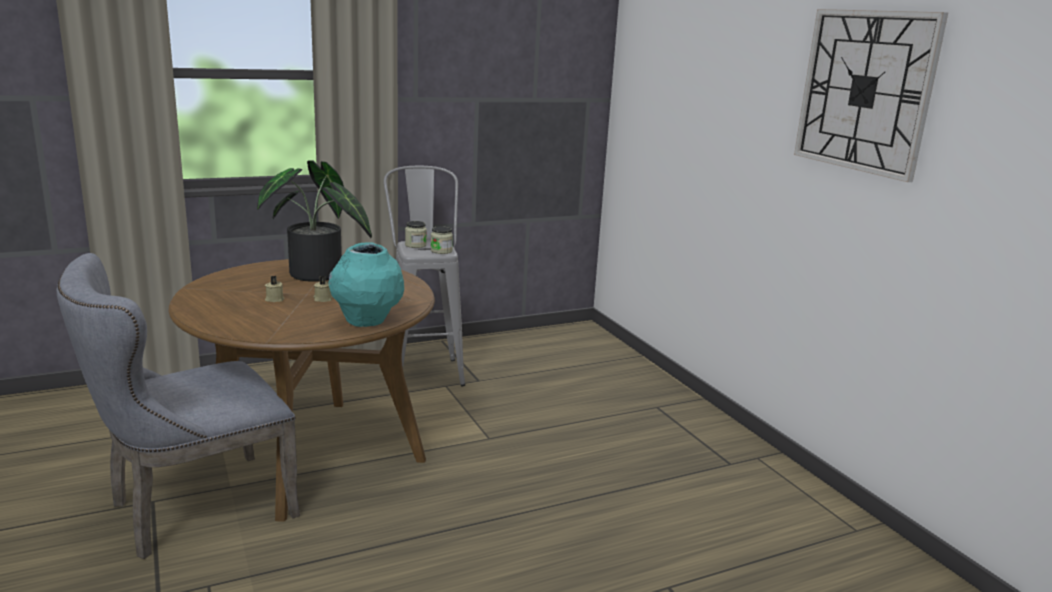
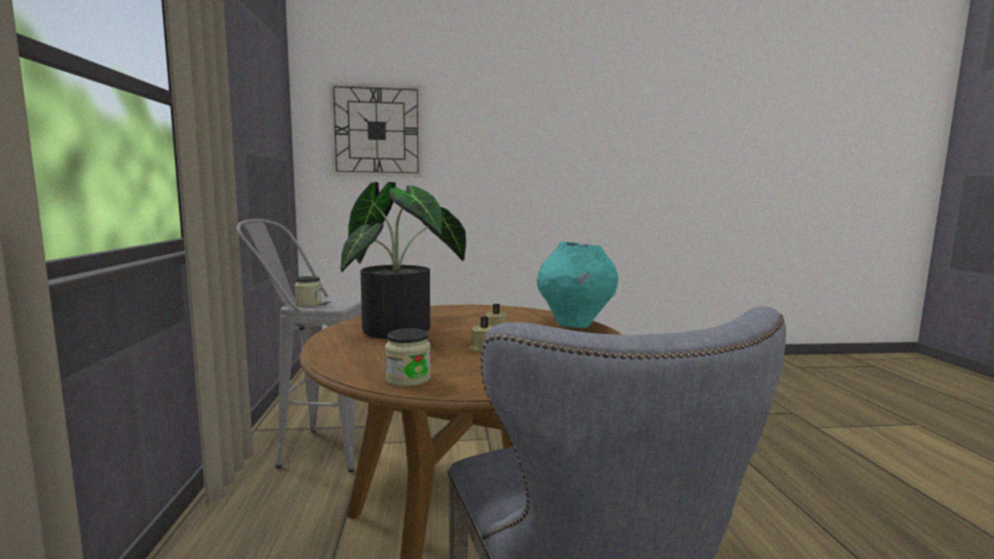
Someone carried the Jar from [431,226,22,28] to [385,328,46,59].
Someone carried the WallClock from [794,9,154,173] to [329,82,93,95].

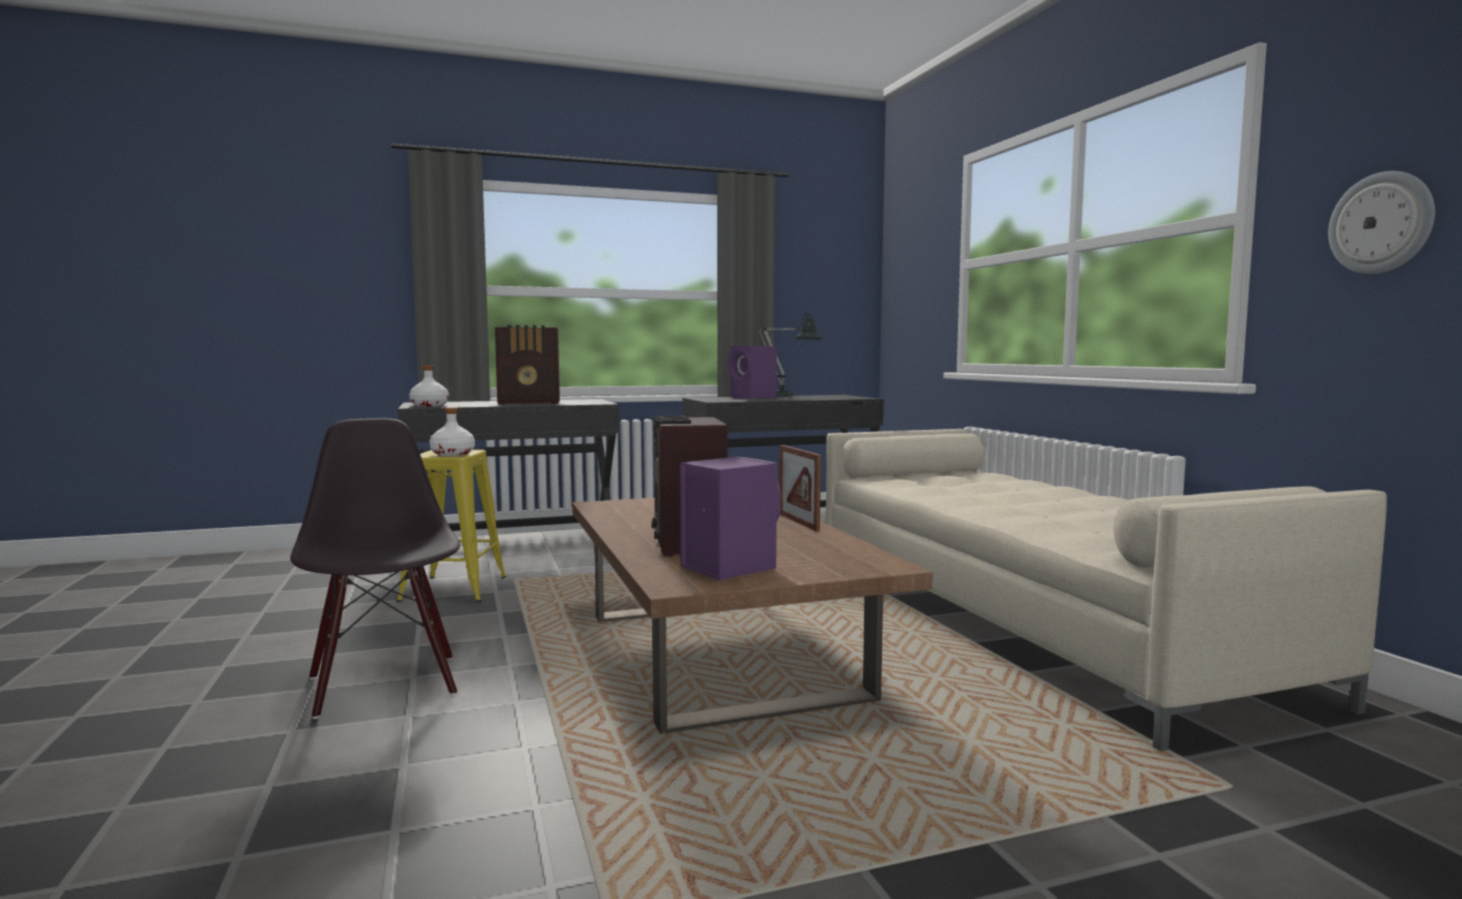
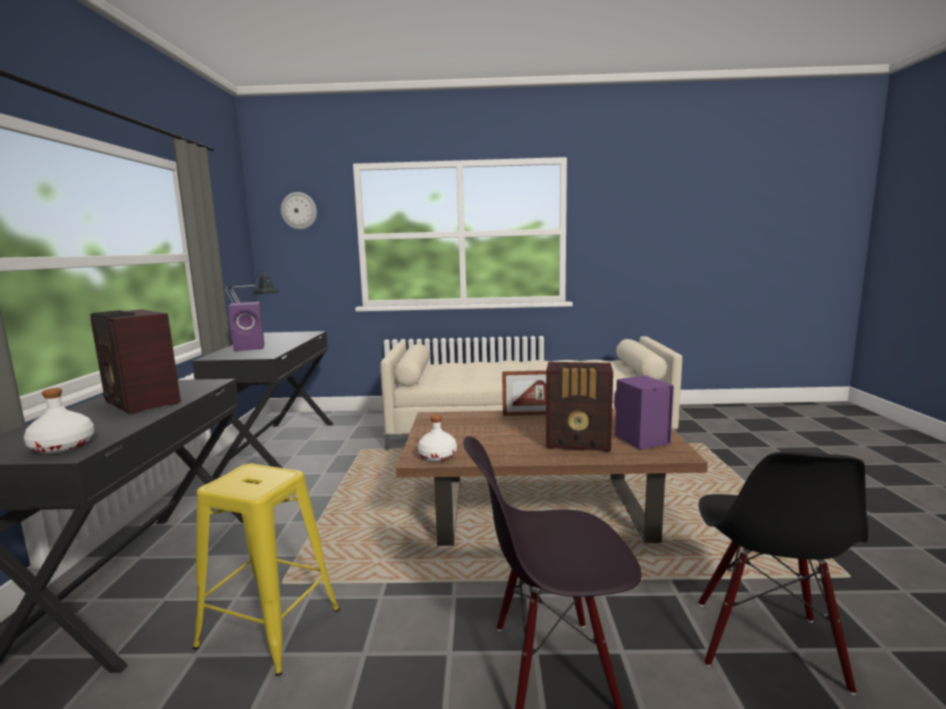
Someone put down the BlackChair at [698,451,170,244].
Someone carried the WhiteBottle from [429,407,46,49] to [418,415,39,47].
Someone carried the WallClock from [1328,171,107,103] to [281,192,36,38].
Someone rotated the Radio at [495,325,65,79] by 120 degrees clockwise.

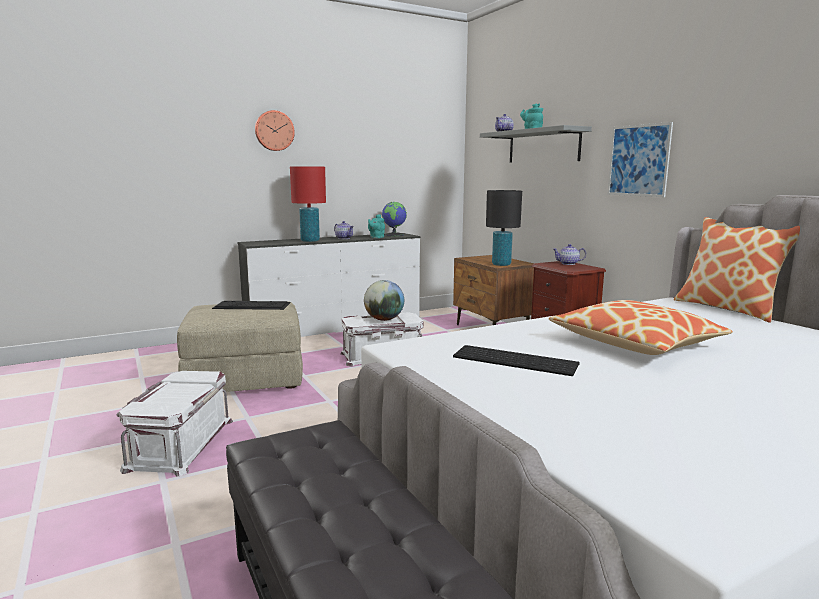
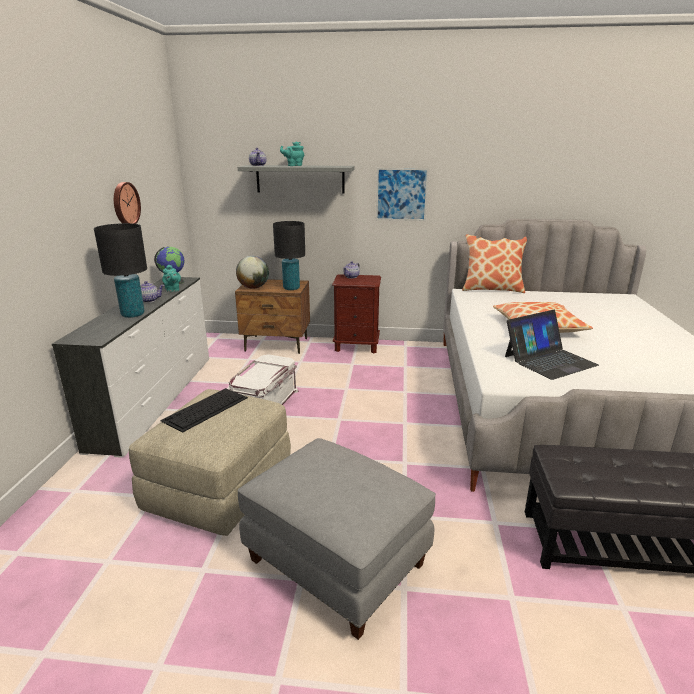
Someone carried the WallClock from [255,110,40,41] to [114,182,27,42].
Someone carried the Globe from [364,280,40,41] to [236,256,33,33].
Someone swapped the WhiteStorageBox at [117,371,116,106] for the GreyOttoman at [237,438,199,202].
Someone swapped the Keyboard at [453,345,127,31] for the Laptop at [505,310,94,70].
Someone repainted the RedTableLamp at [290,166,36,76], which became the BlackTableLamp at [94,223,53,95].

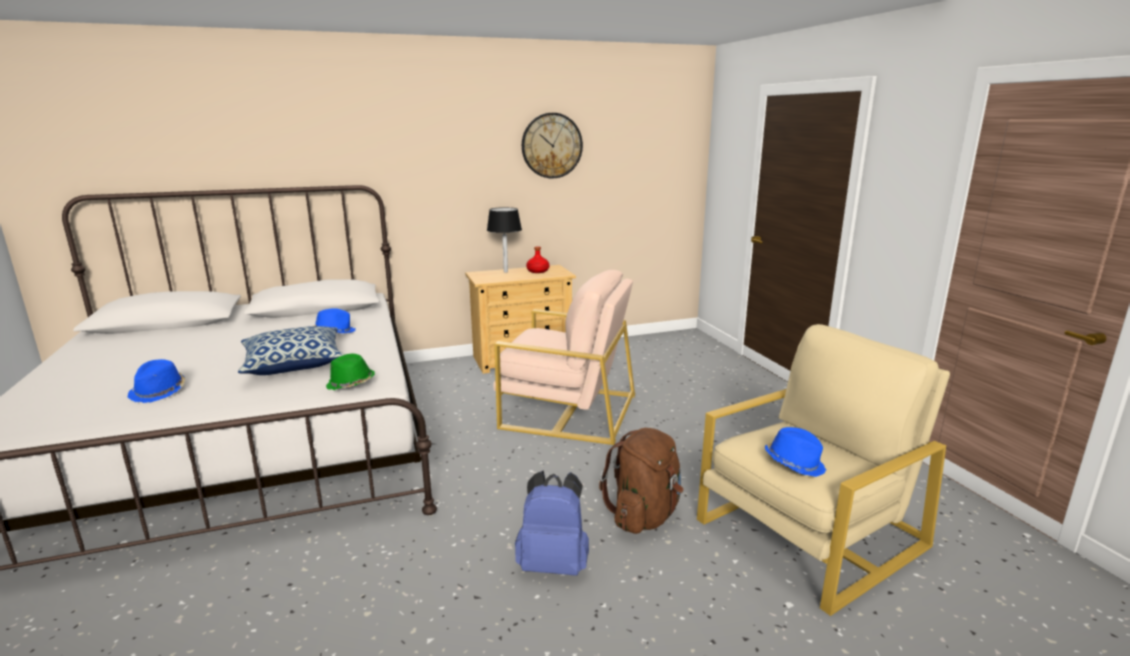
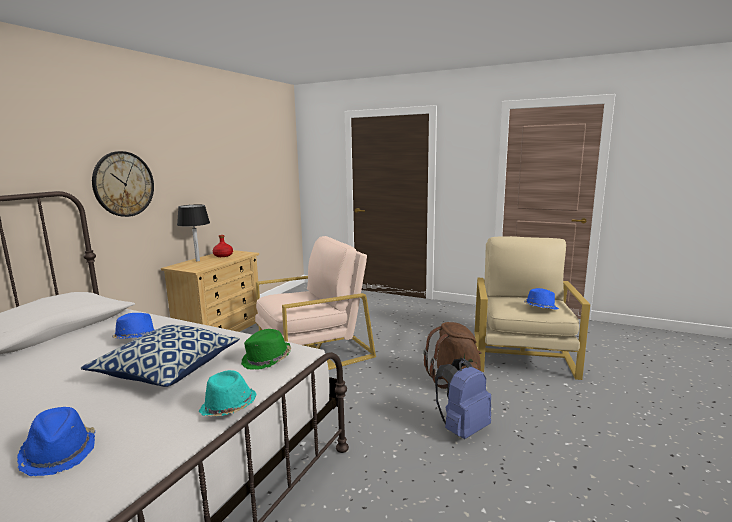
Someone put down the TurquoiseHat at [198,370,59,46].
Someone carried the WallClock from [522,113,61,65] to [92,151,62,66].

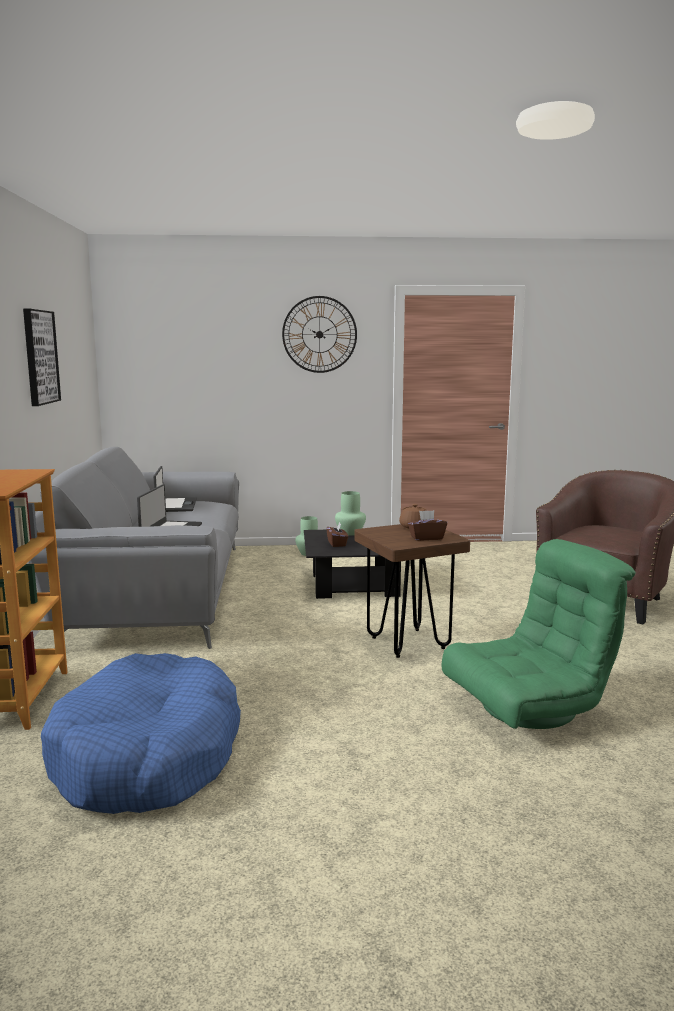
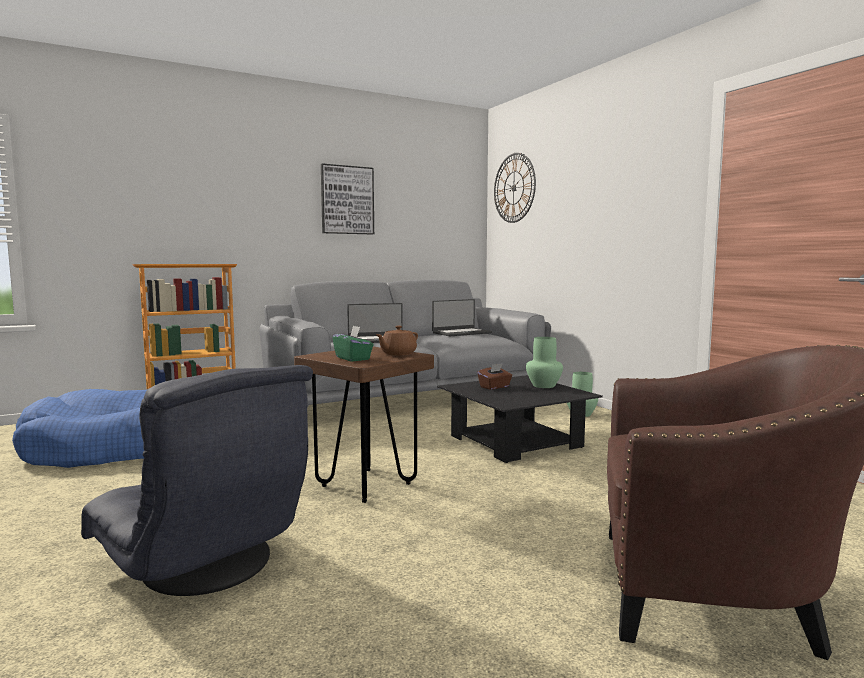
Someone carried the WallClock from [282,296,75,77] to [494,153,42,70].
Someone repainted the BrownTissueBox at [408,510,39,31], which became the GreenTissueBox at [332,325,42,36].
Someone repainted the GreenArmchair at [442,539,194,190], which became the GreyArmchair at [81,365,232,231].

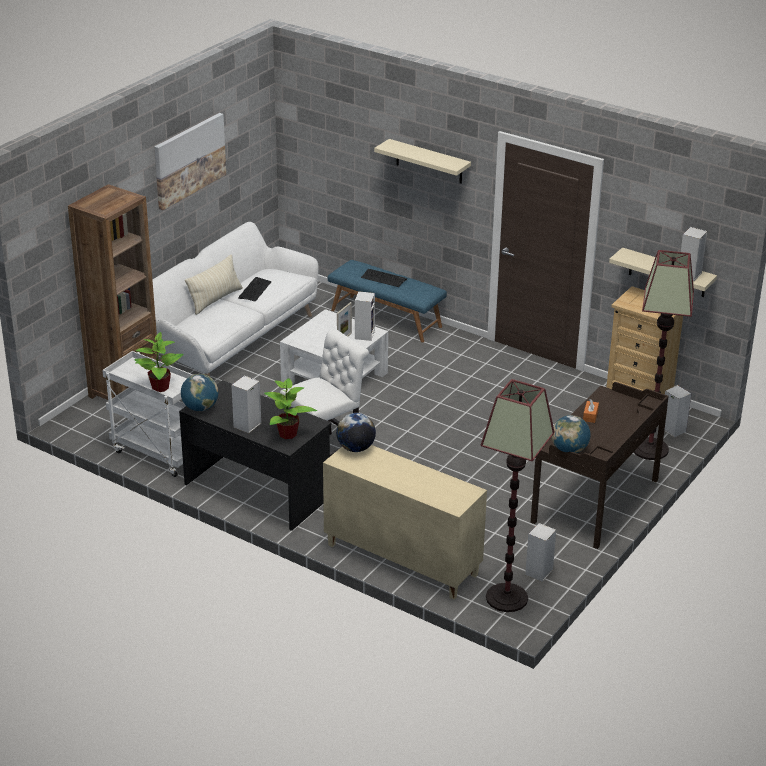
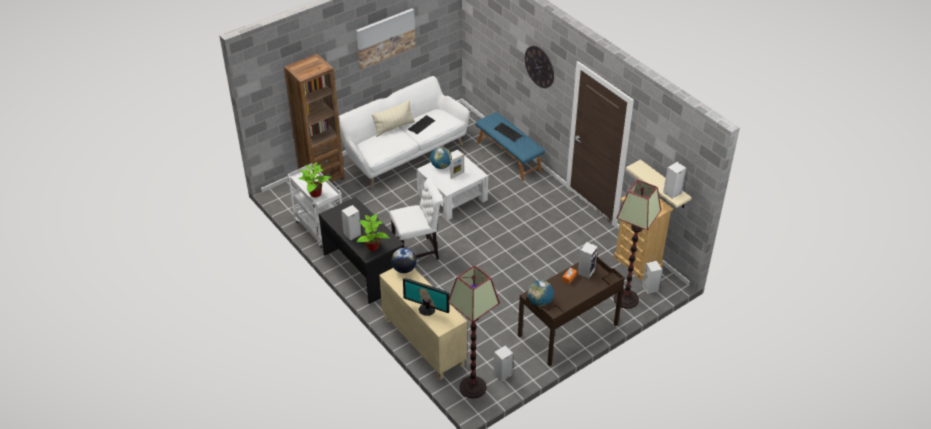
Someone put down the Monitor at [403,278,46,38].
Someone carried the Globe from [181,374,37,37] to [430,147,22,22].
Someone carried the Speaker from [355,291,20,50] to [578,242,20,36].
Someone swapped the BeigeShelf at [374,139,97,45] for the WallClock at [525,46,29,42].

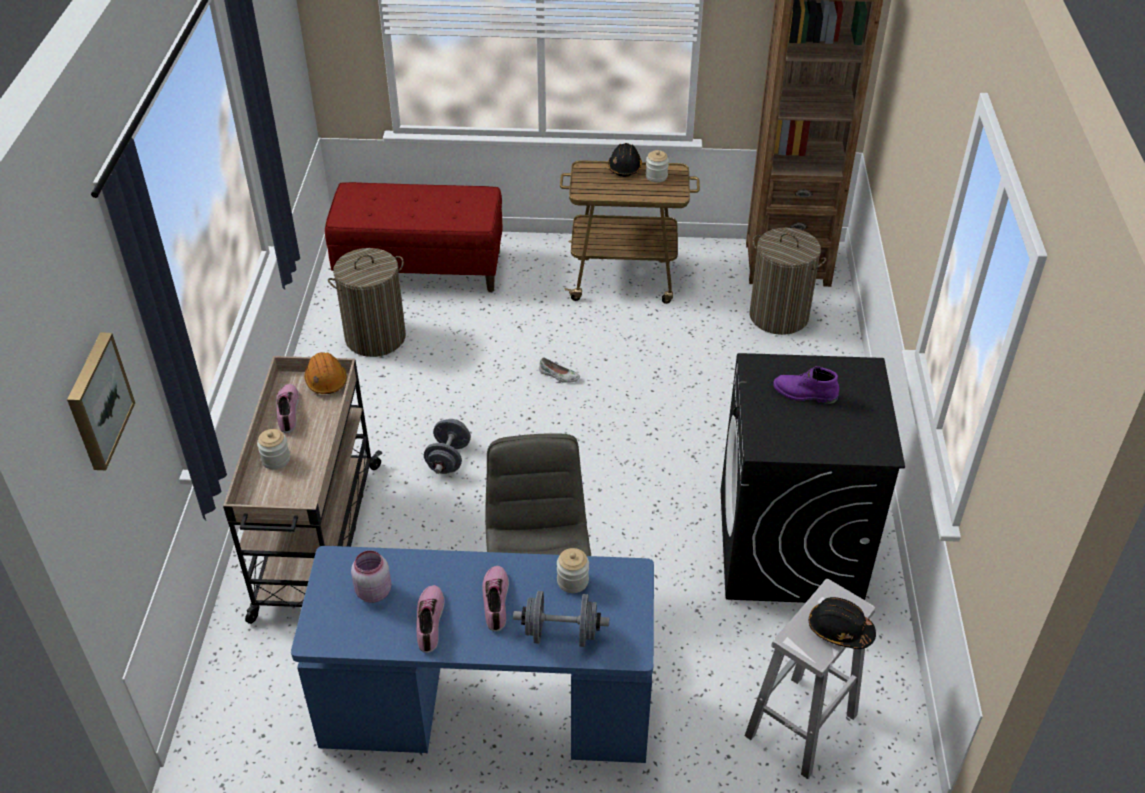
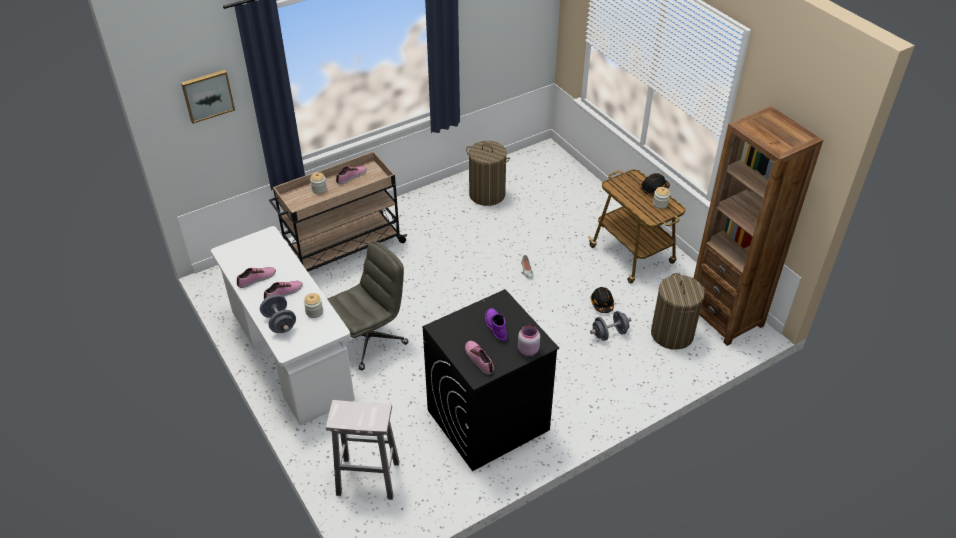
Someone took away the OrangeHardHat at [304,352,43,42].
Someone took away the RedBench at [325,182,178,110].
Someone put down the Shoe at [465,341,29,34].
Someone carried the PinkJar from [351,551,40,52] to [518,325,22,31].
Someone carried the GreyDumbbell from [424,419,47,55] to [590,311,41,30].
Someone carried the BlackHardHat from [809,597,67,52] to [591,287,23,26].
Someone repainted the BlueDesk at [291,546,363,217], which became the WhiteDesk at [211,226,144,200].

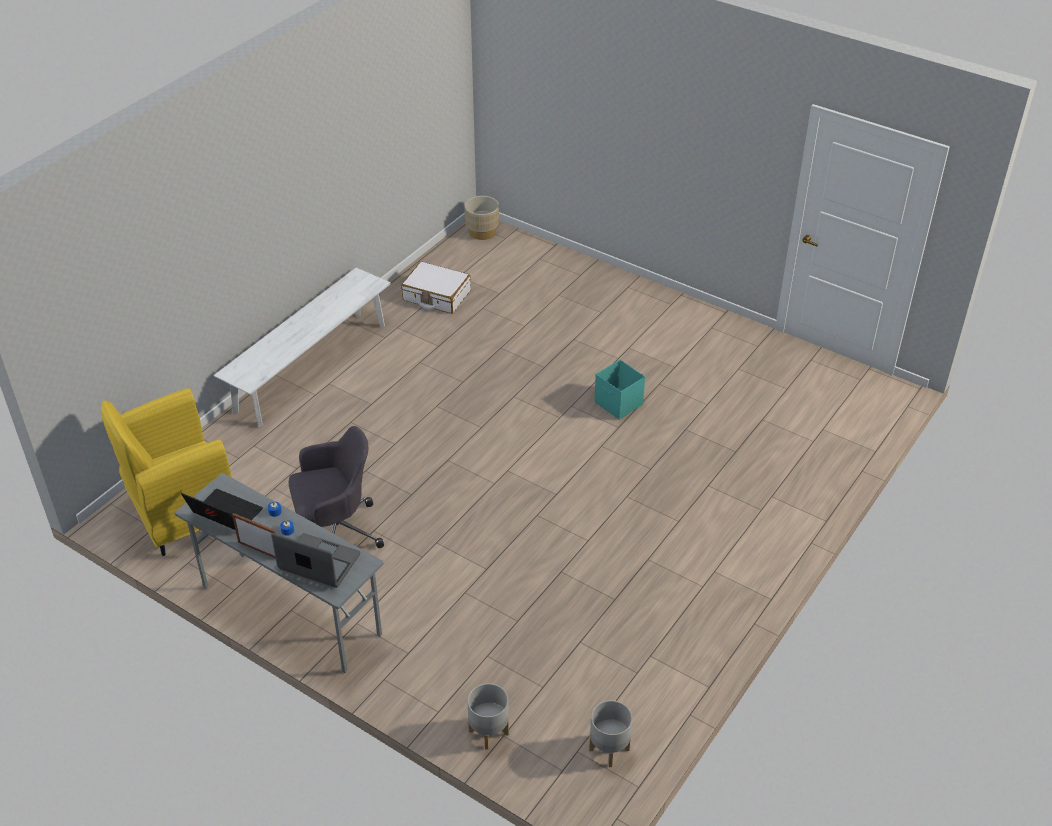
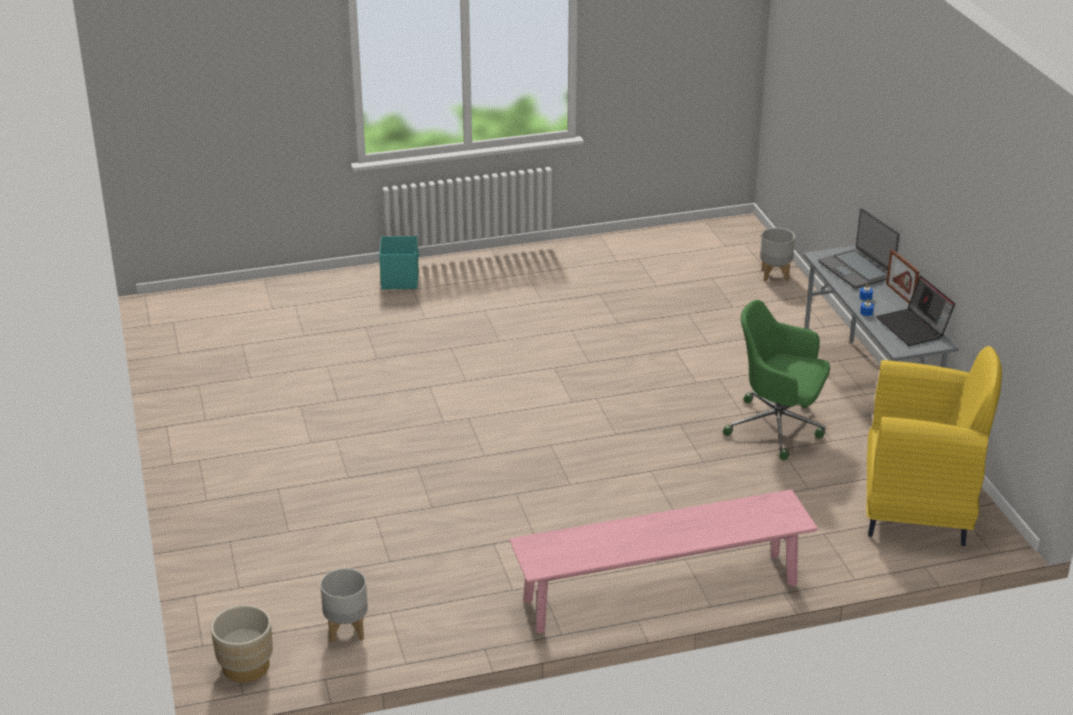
Someone took away the WhiteSuitcase at [401,261,70,53].
Someone carried the GreyPlanter from [589,700,43,67] to [320,568,48,75].
Someone carried the TurquoiseStorageBox from [594,360,51,59] to [379,236,40,53].
Someone repainted the WhiteBench at [214,268,177,159], which became the PinkBench at [509,490,309,144].
Someone repainted the GreyOfficeChair at [289,426,95,122], which became the GreenOfficeChair at [723,300,107,160].

